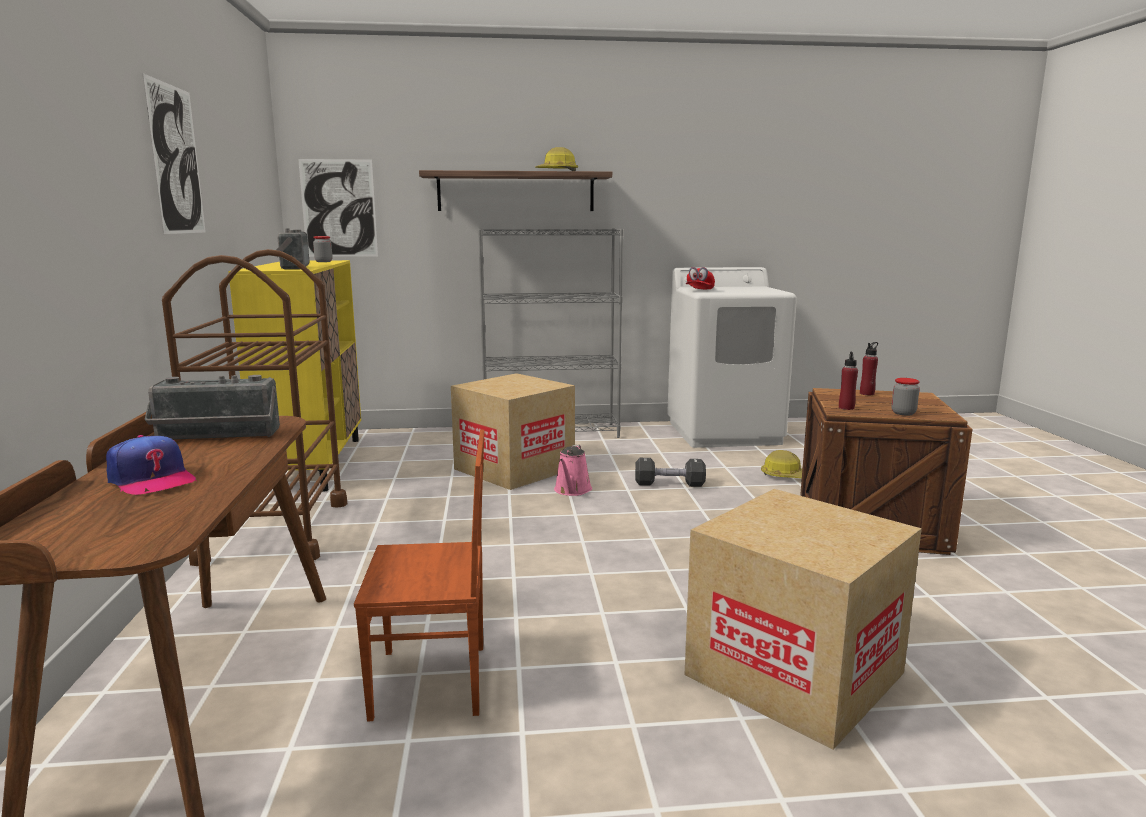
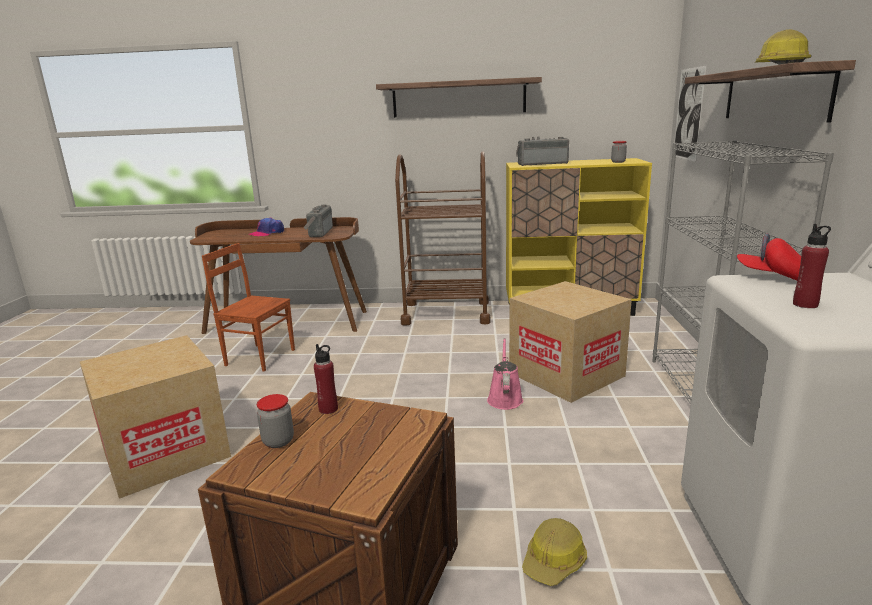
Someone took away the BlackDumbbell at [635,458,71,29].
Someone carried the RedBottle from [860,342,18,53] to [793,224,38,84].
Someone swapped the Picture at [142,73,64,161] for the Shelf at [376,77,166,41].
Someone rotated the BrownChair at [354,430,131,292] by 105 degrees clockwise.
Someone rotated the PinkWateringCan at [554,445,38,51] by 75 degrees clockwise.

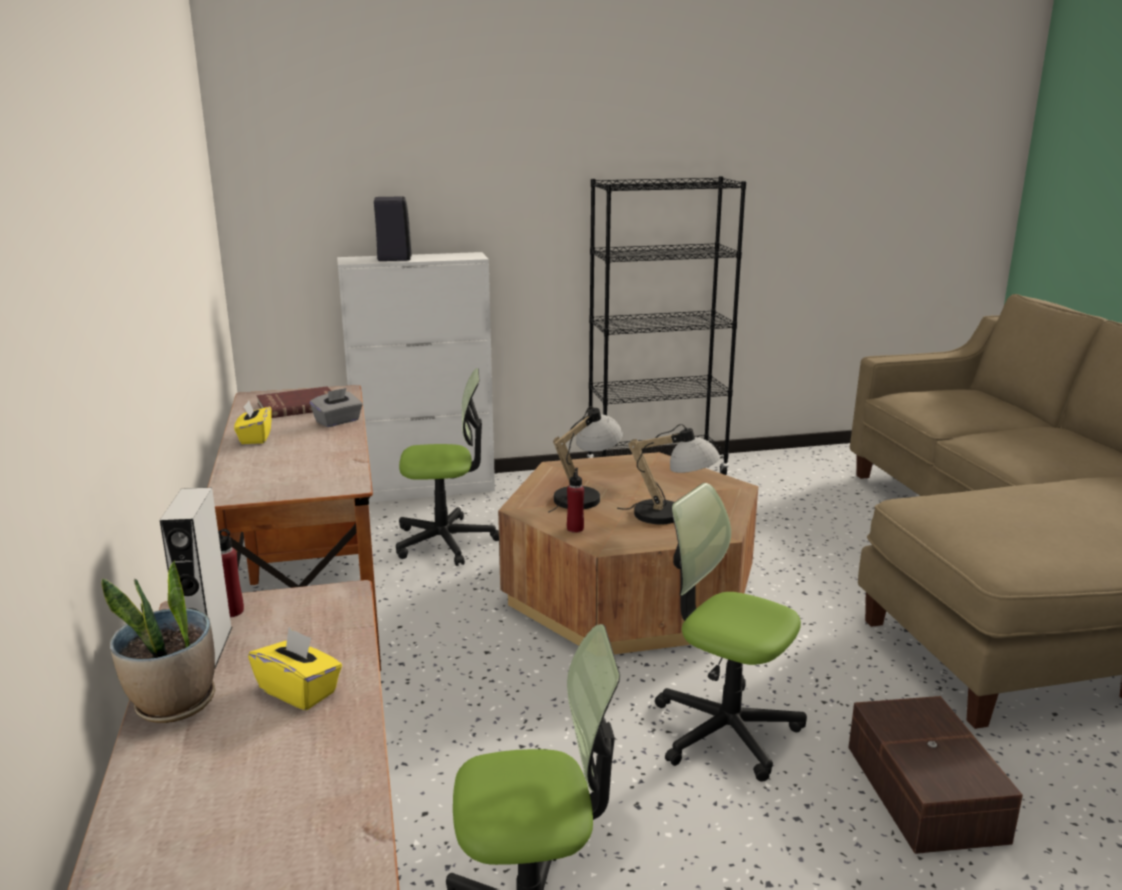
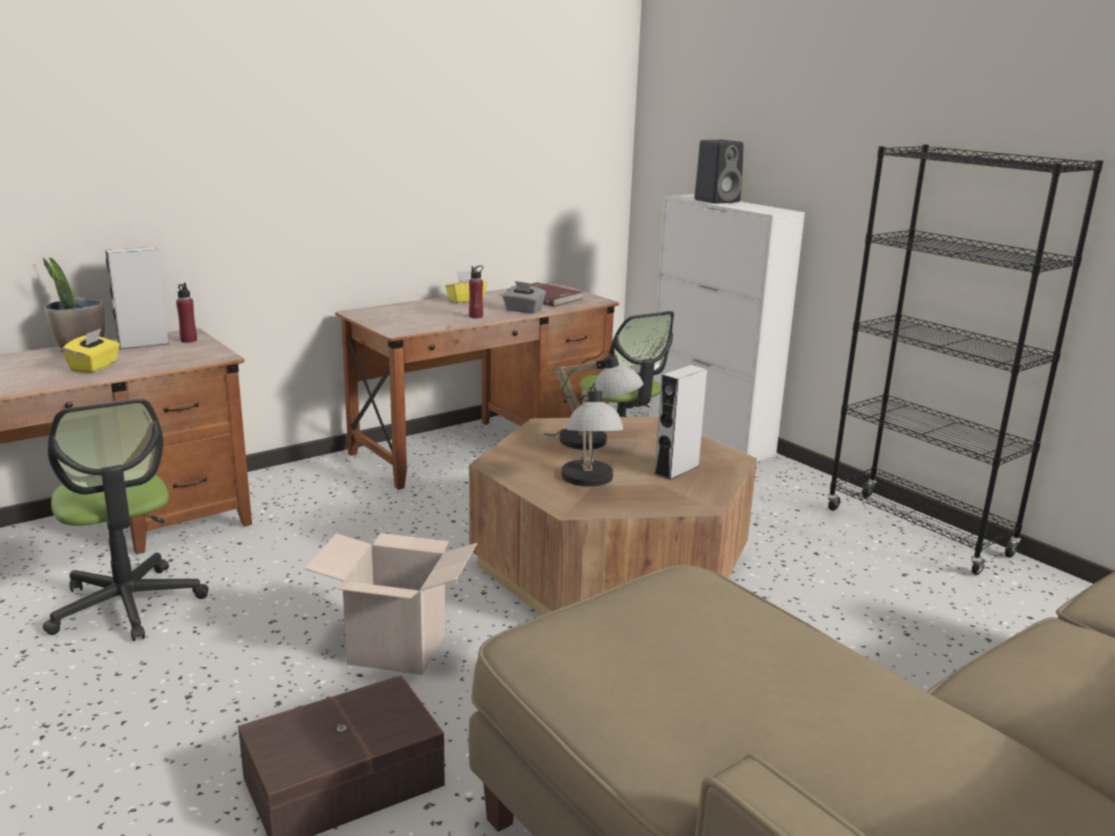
Someone put down the GreySpeaker at [655,365,52,115].
Someone carried the RedBottle from [567,468,17,65] to [469,265,14,53].
Someone swapped the OfficeChair at [655,483,152,299] for the CardboardBox at [305,533,172,142].

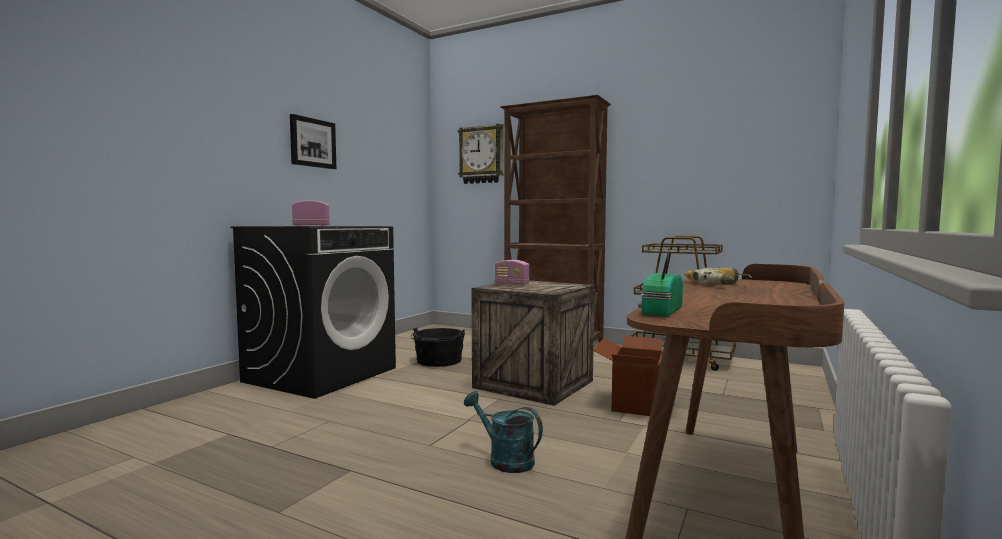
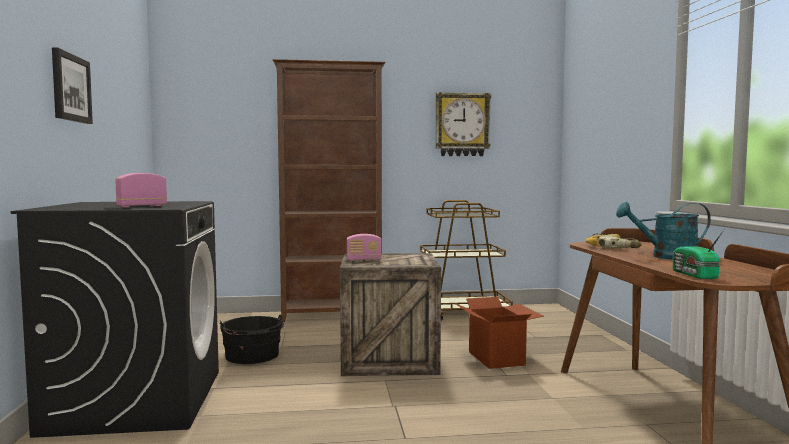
Someone carried the WallClock from [458,124,46,60] to [436,92,55,64].
Someone carried the TurquoiseWateringCan from [464,391,79,82] to [616,202,95,58].

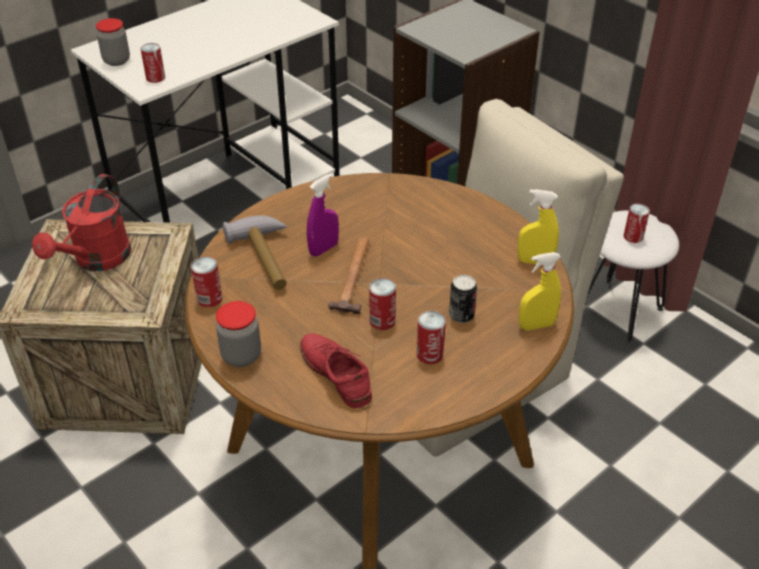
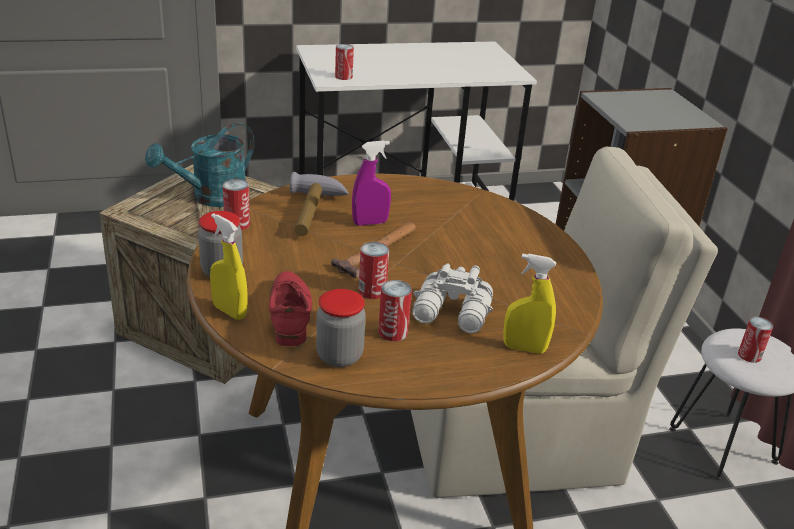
Someone carried the Jar from [96,18,34,48] to [316,289,50,78].
Someone carried the YellowSprayBottle from [517,189,42,75] to [210,213,38,107].
Someone swapped the Can at [449,275,28,48] for the WhiteBinoculars at [412,263,81,70].
Someone repainted the RedWateringCan at [32,174,100,97], which became the TurquoiseWateringCan at [145,123,109,84].

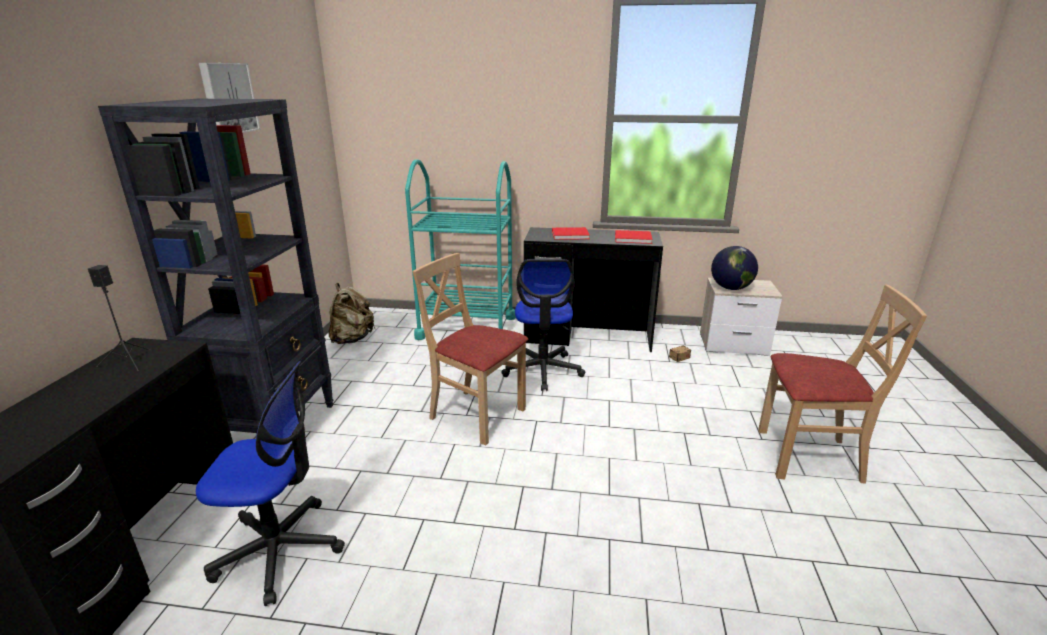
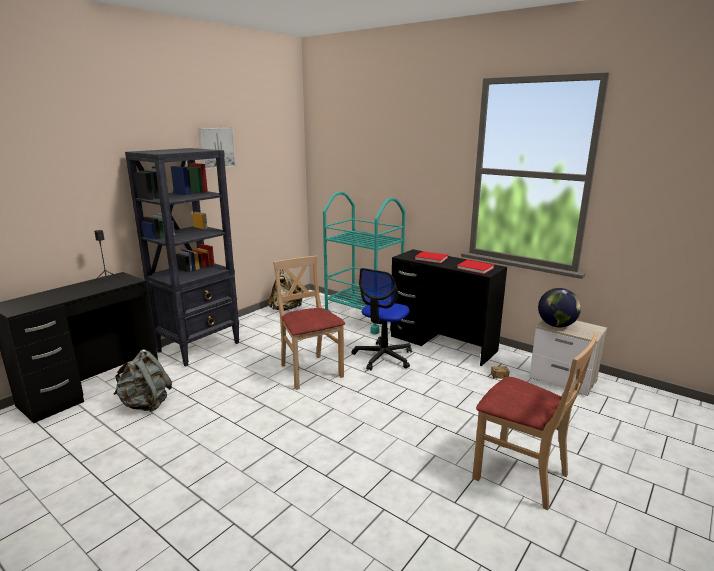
Someone swapped the OfficeChair at [196,361,149,245] for the GreyBackpack at [113,349,59,63].

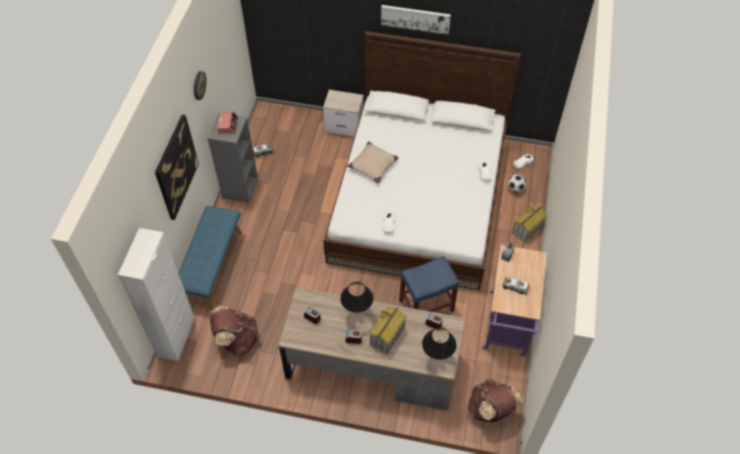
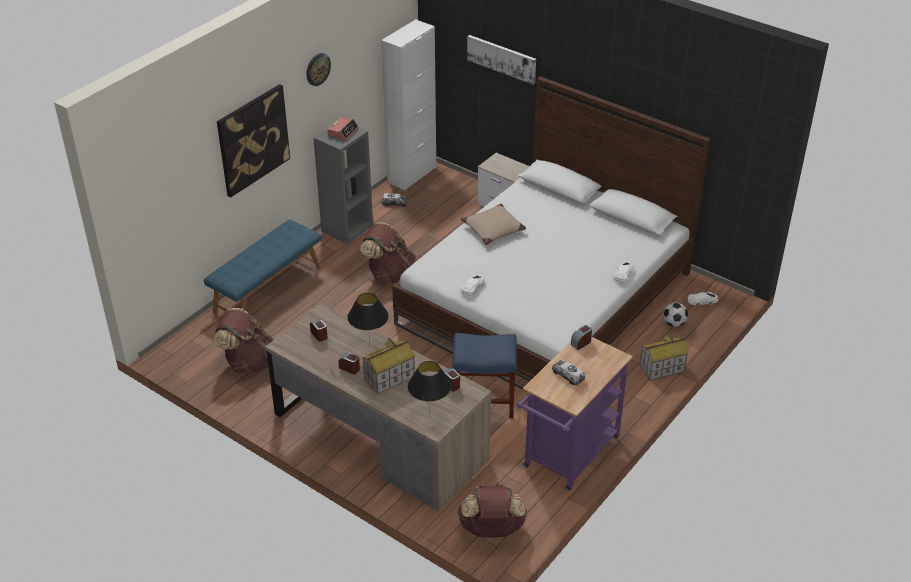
Someone put down the BrownBackpack at [360,222,56,62].
Someone carried the WhiteCabinet from [118,228,77,133] to [381,19,55,171].
Someone carried the Picture from [381,5,70,30] to [467,35,69,49].

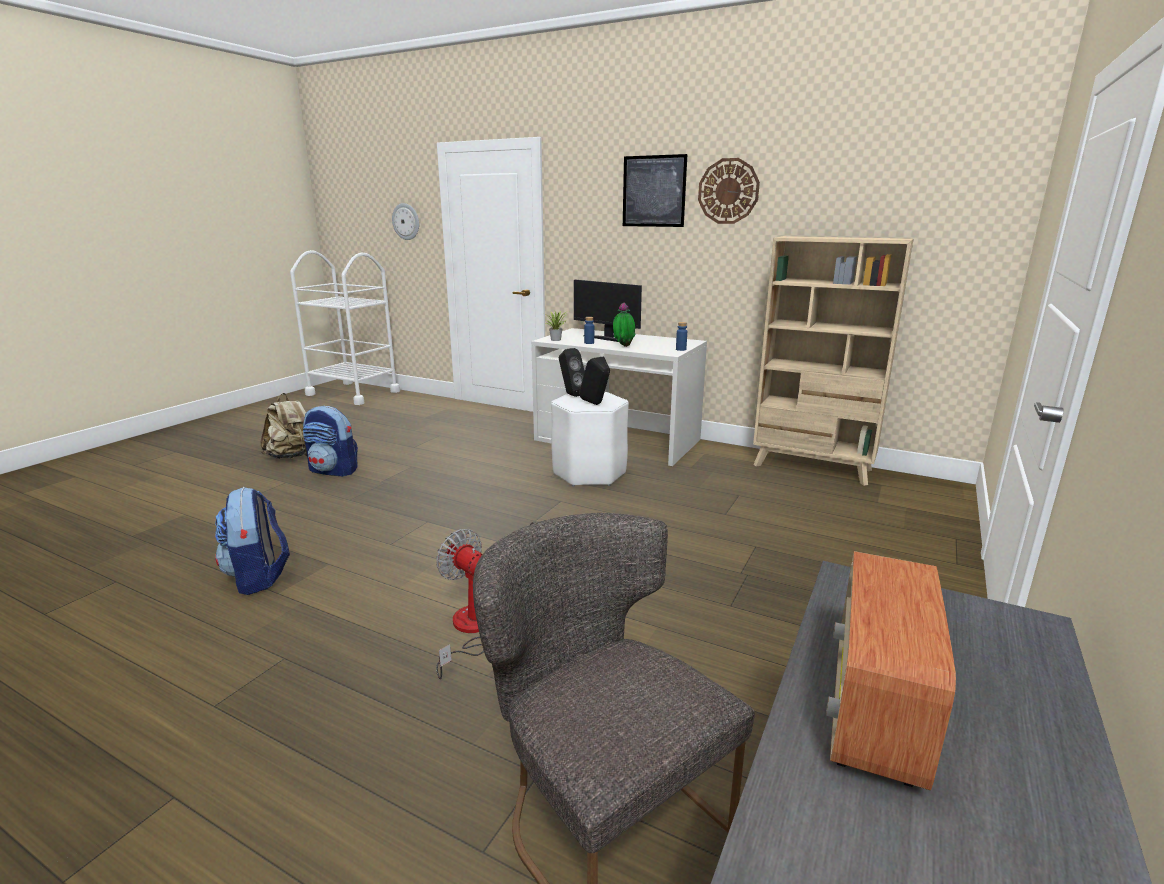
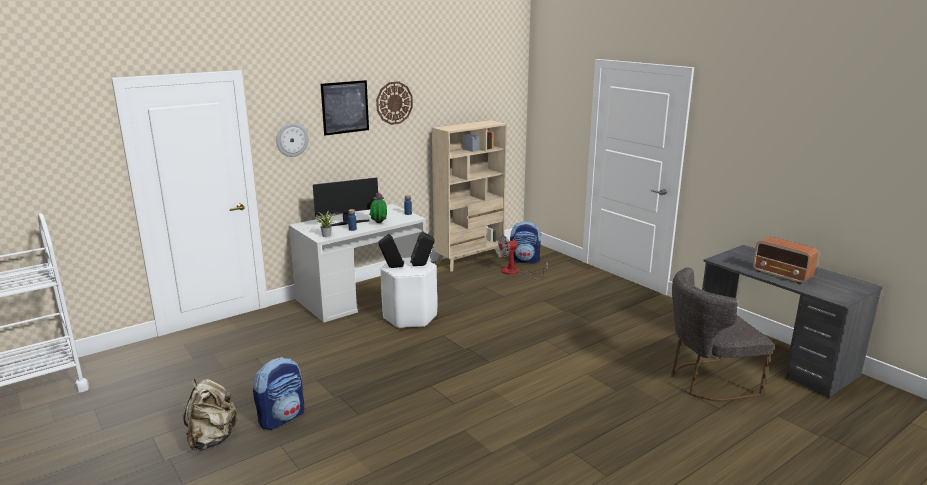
Someone carried the Backpack from [215,487,75,108] to [510,221,32,42].
Someone carried the WallClock from [392,203,27,37] to [276,123,33,34].
Someone carried the Fan from [436,529,48,150] to [498,236,51,44].

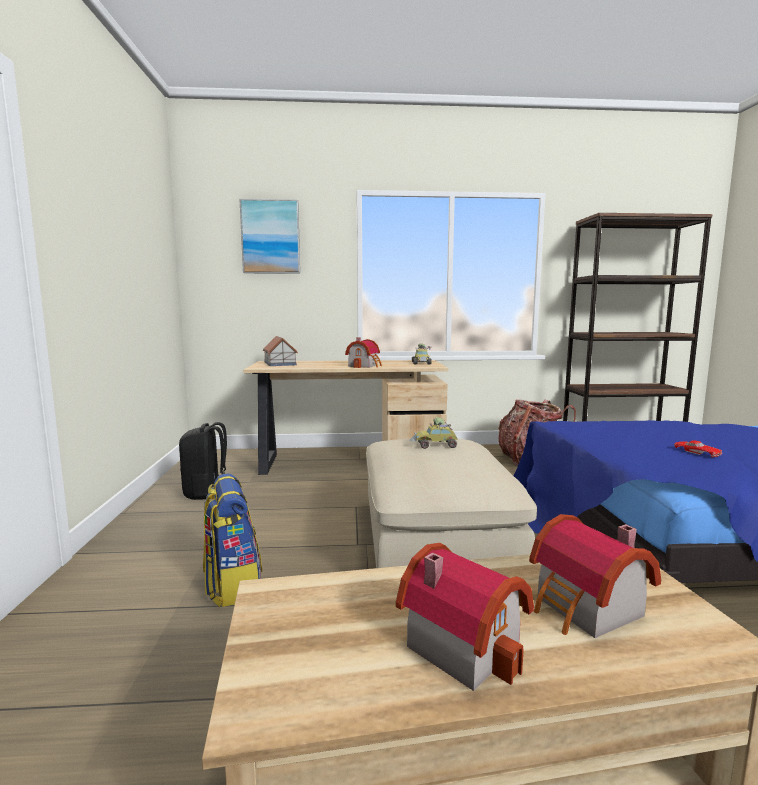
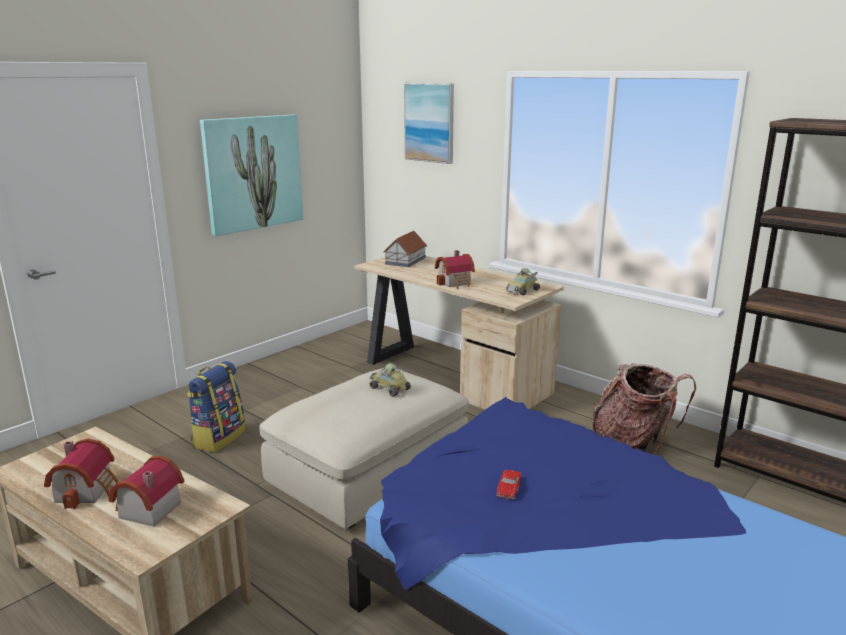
Someone took away the BlackBackpack at [179,422,48,78].
Someone put up the Picture at [200,115,103,121].

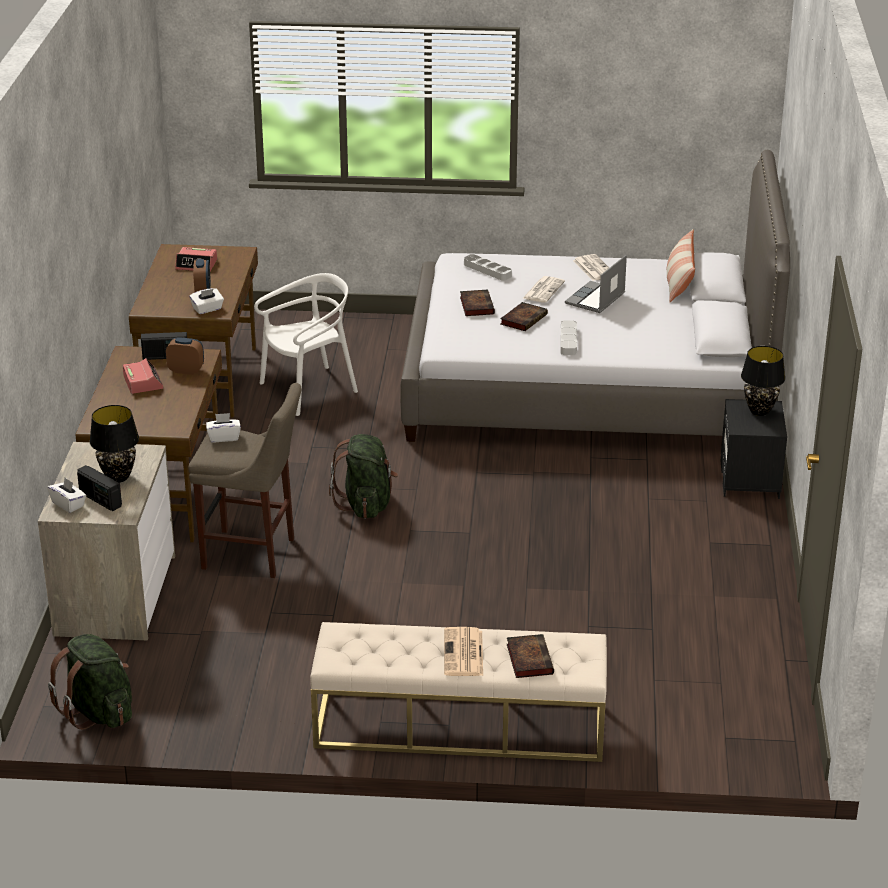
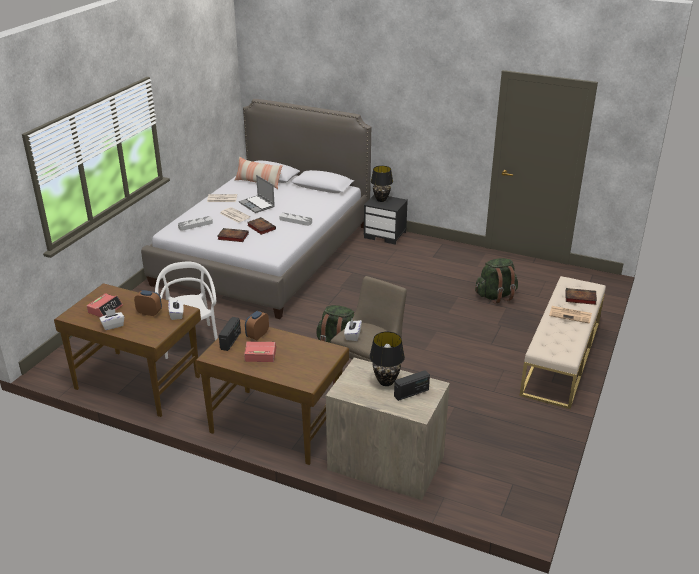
Someone carried the WhiteTissueBox from [47,478,39,35] to [99,309,25,21].
Someone carried the GreenBackpack from [48,634,84,96] to [475,258,43,46].

